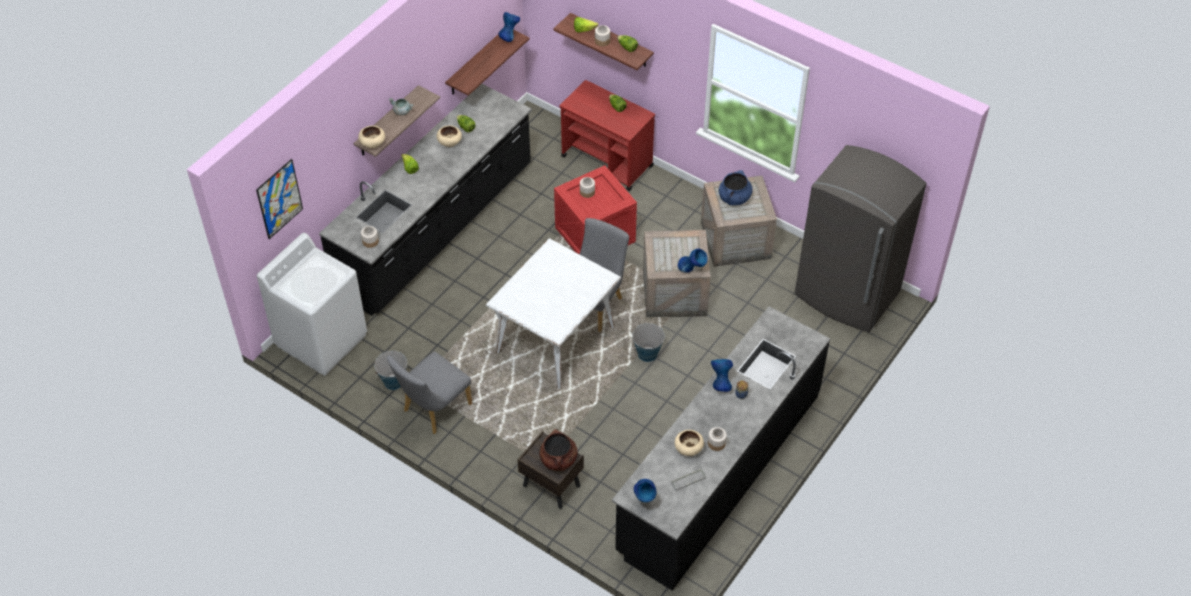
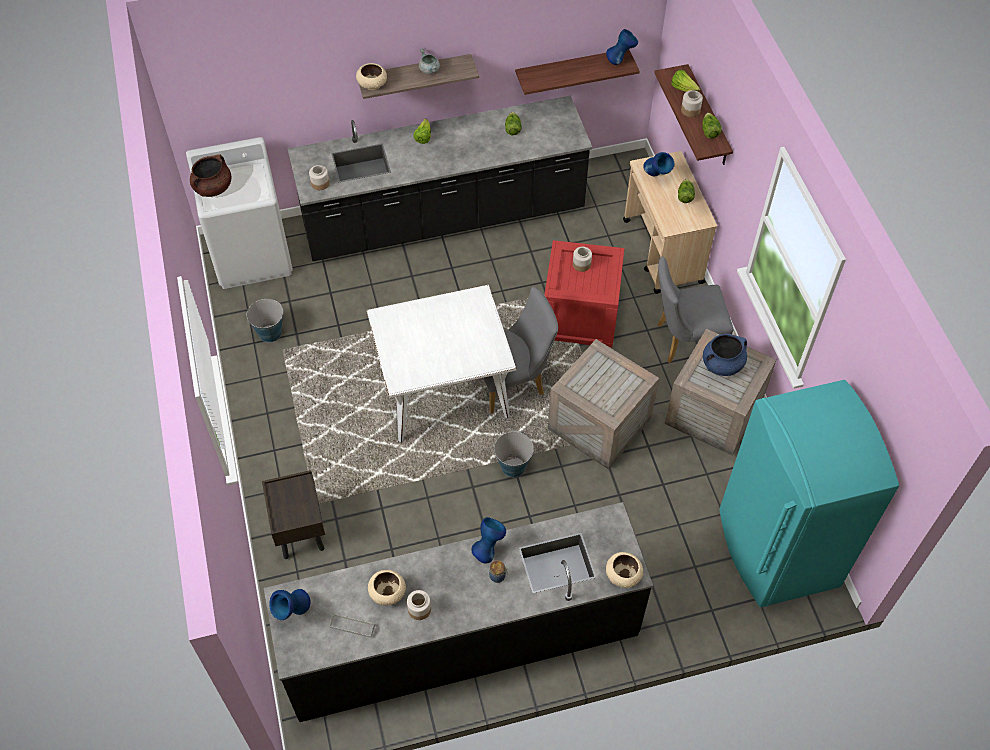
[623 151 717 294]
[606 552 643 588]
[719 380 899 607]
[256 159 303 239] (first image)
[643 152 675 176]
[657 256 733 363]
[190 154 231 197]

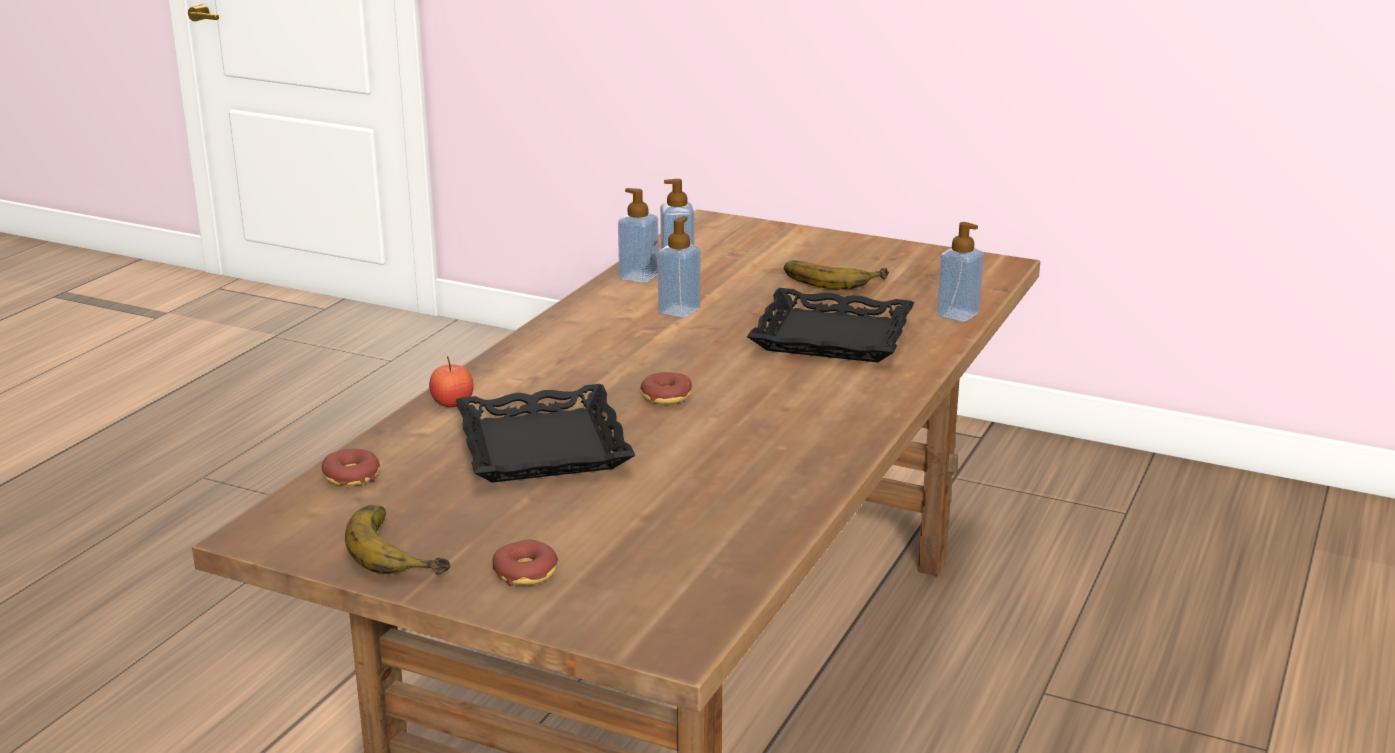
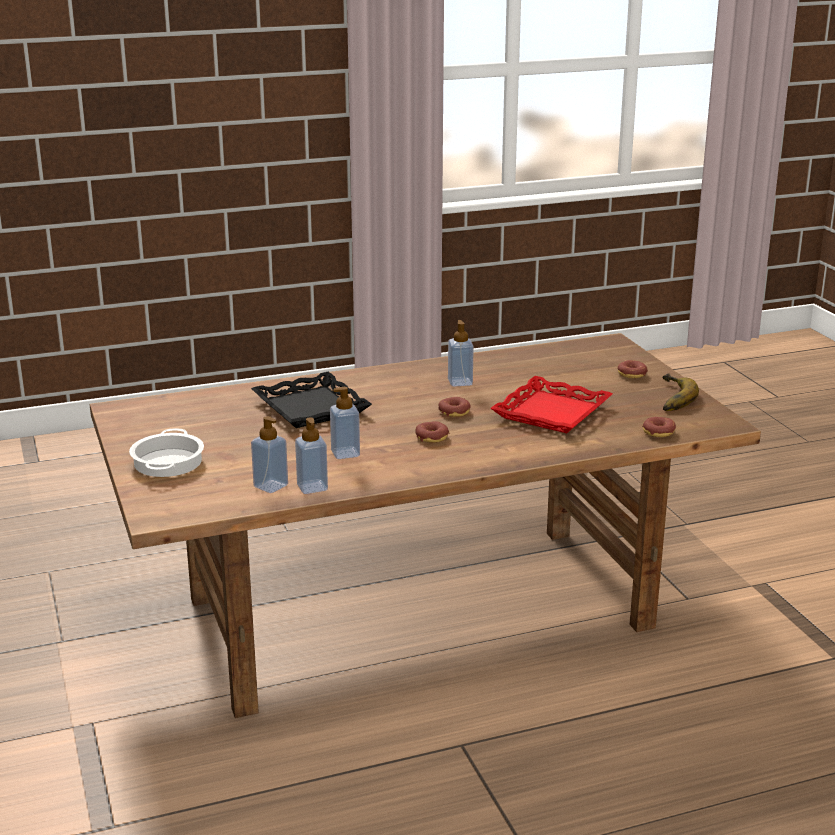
[448 320 474 387]
[784 260 889 289] (first image)
[429 356 474 407] (first image)
[490 376 613 433]
[416 421 449 443]
[129 429 204 477]

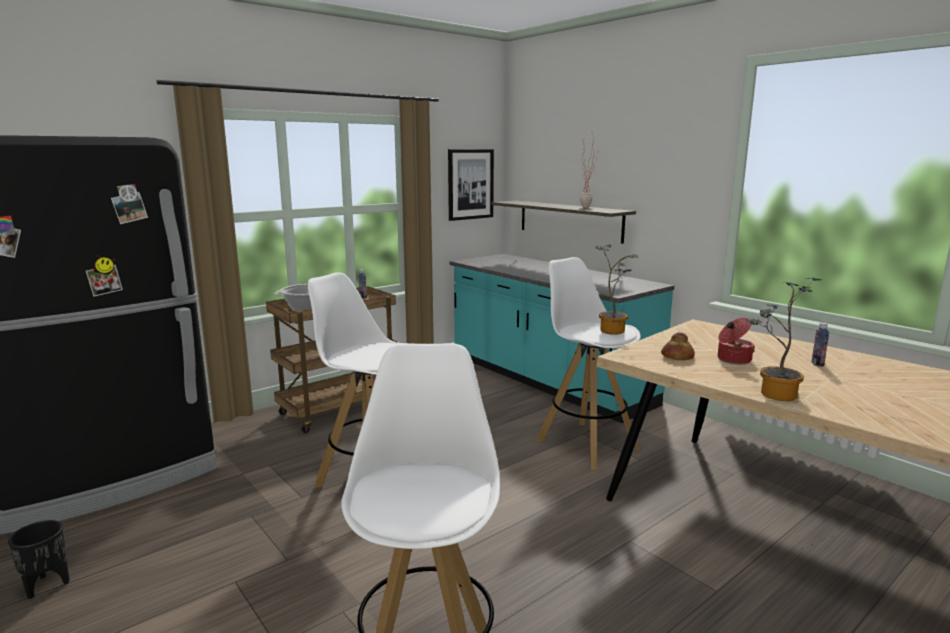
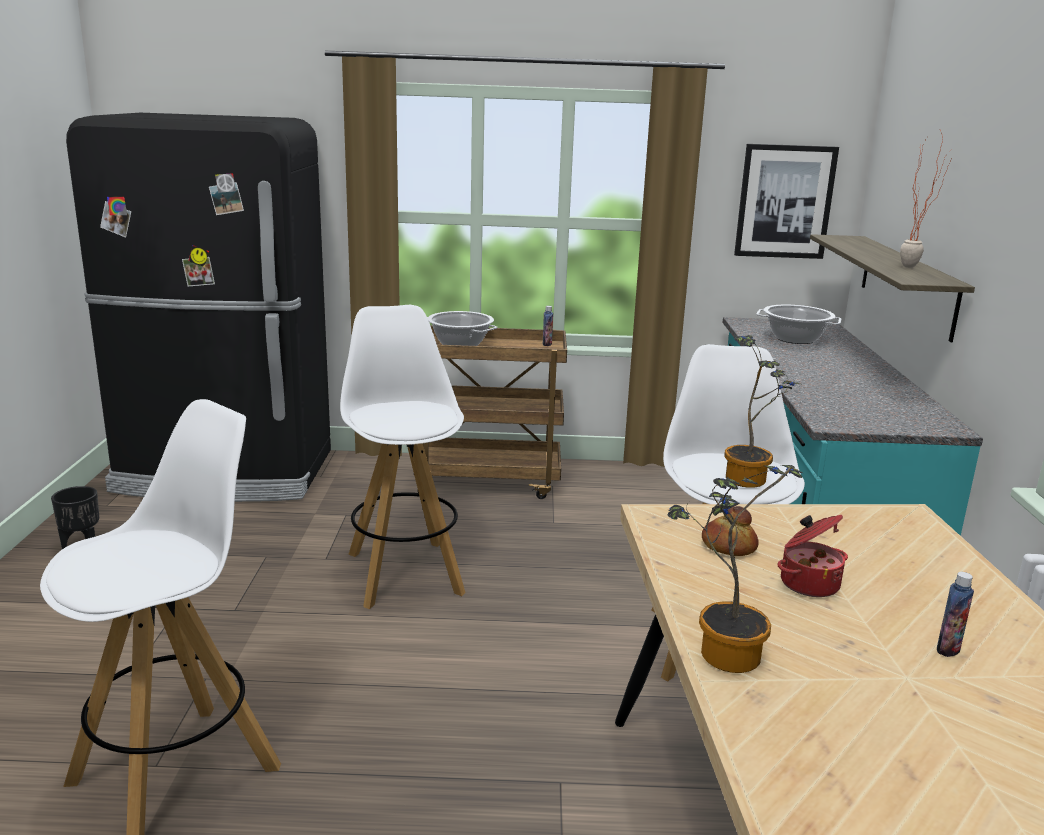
[756 305 841 344]

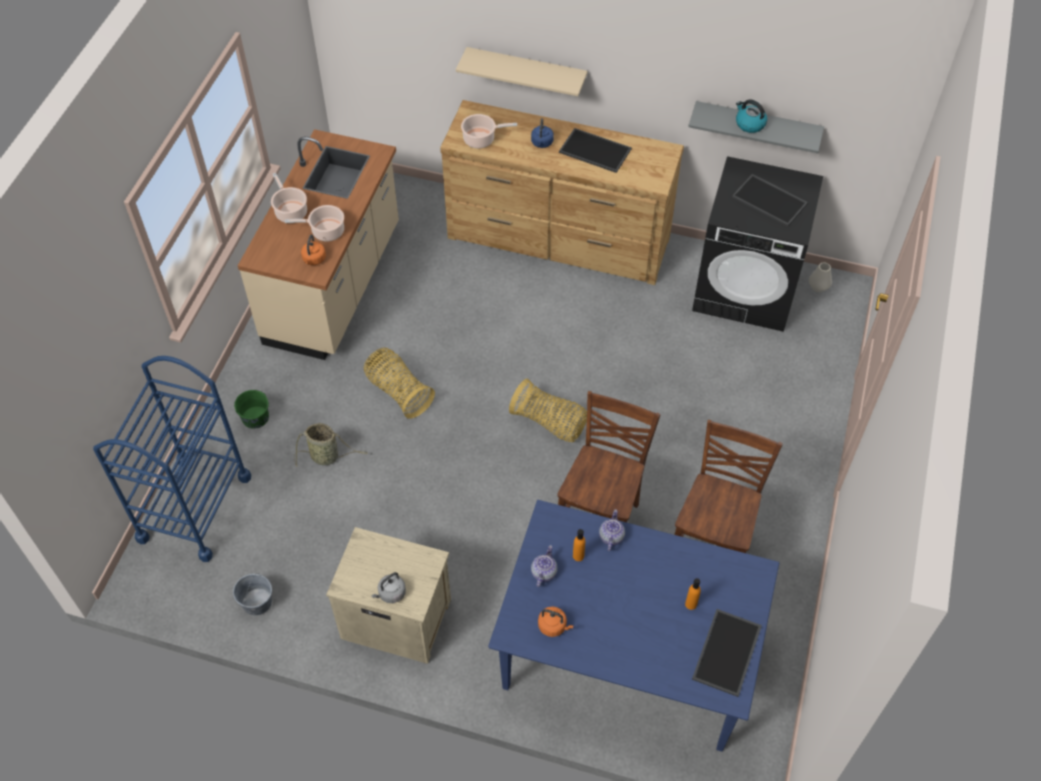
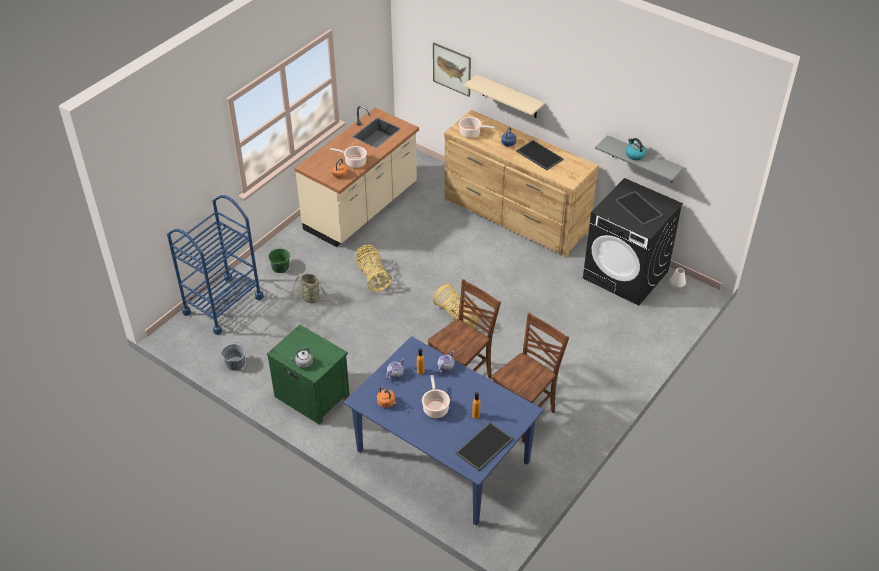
[422 375 450 418]
[267 325 350 424]
[433 43 471 97]

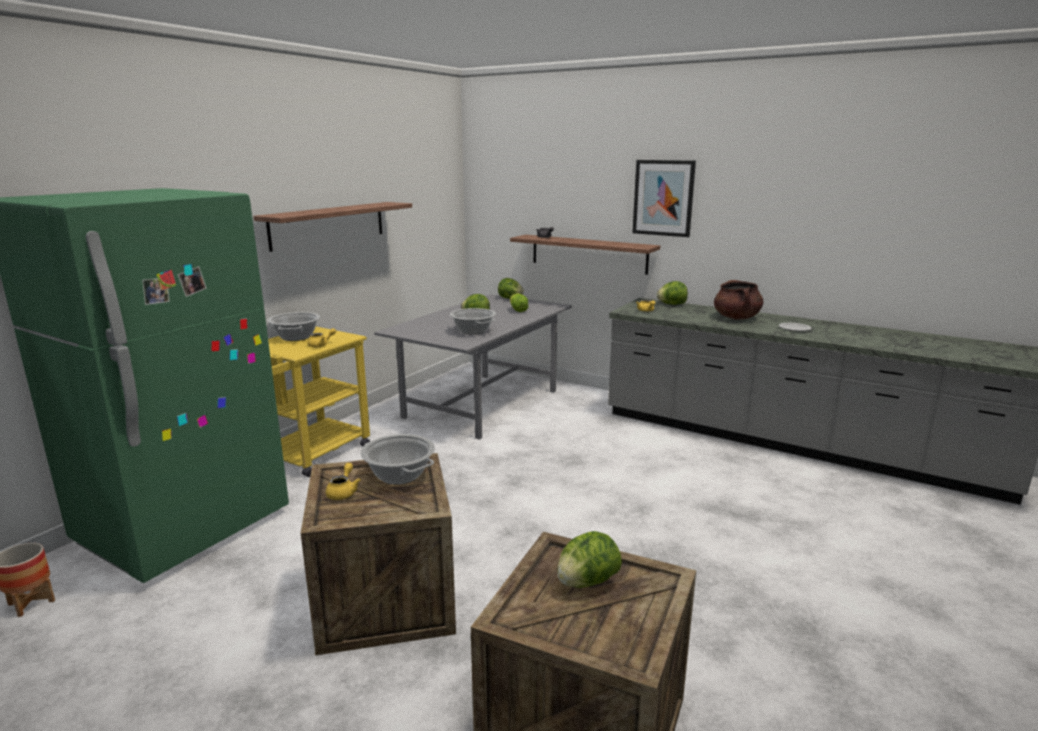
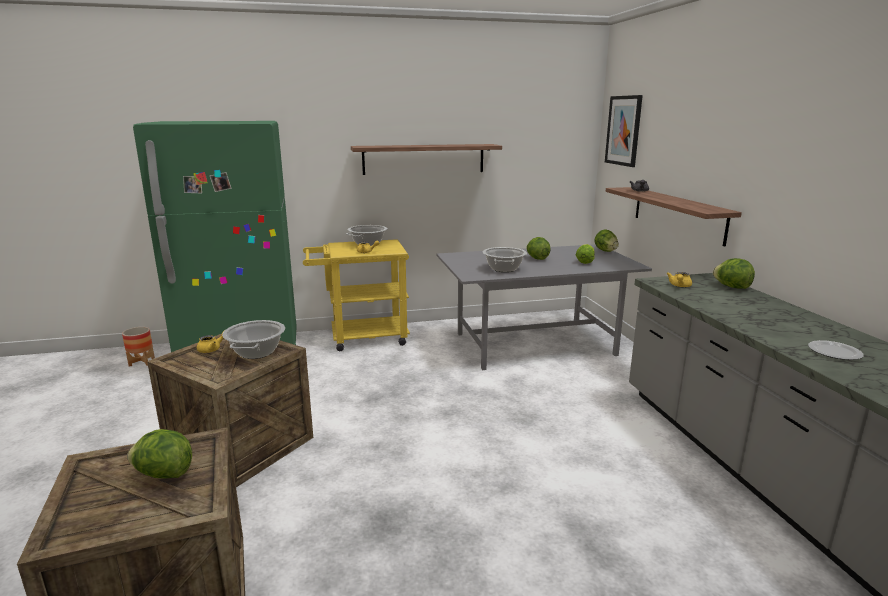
[605 95 643 167]
[714 280 763 319] (first image)

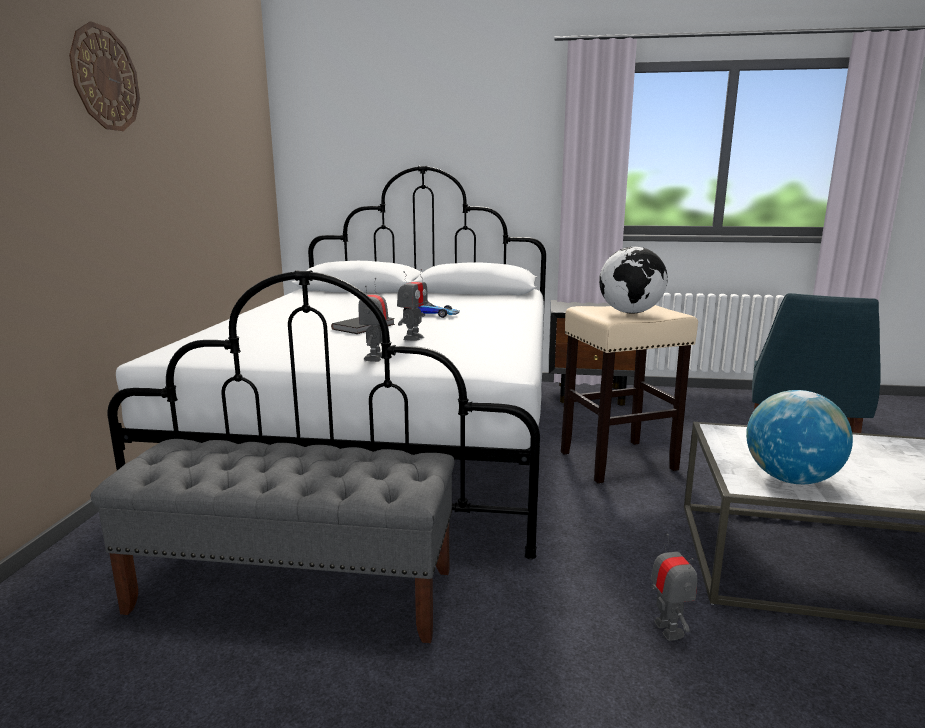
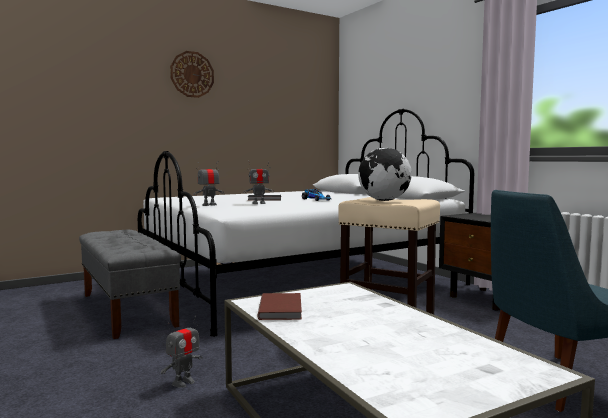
[257 293 302 320]

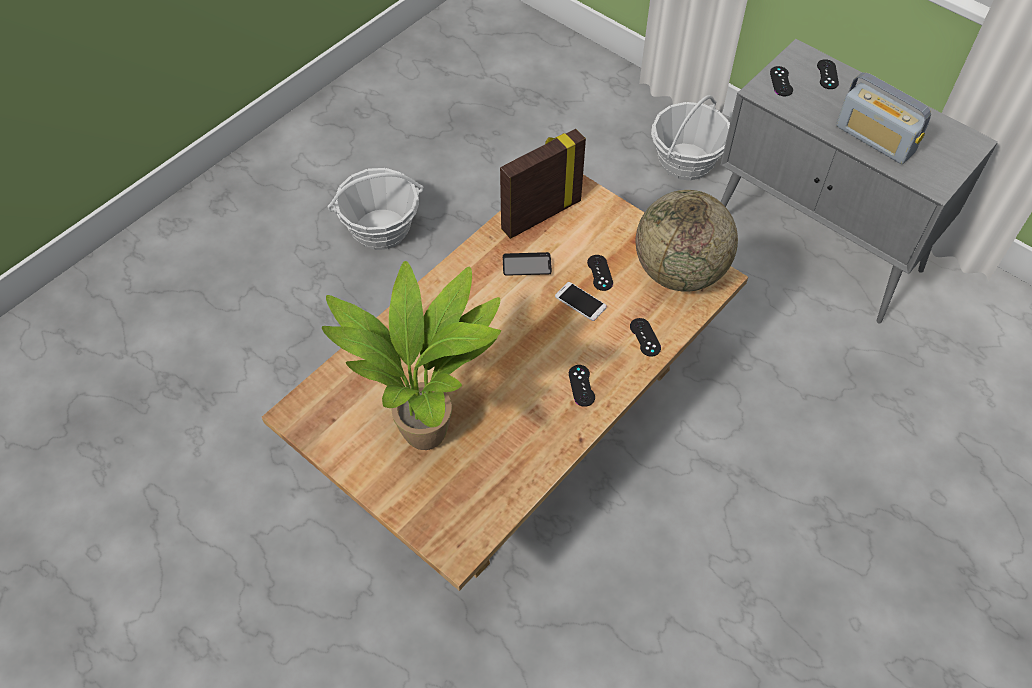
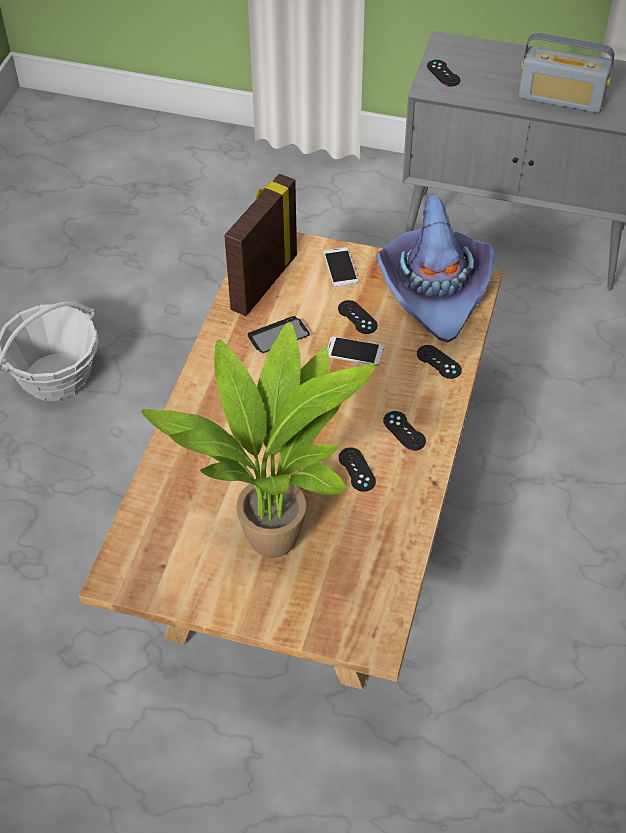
[339 448 376 492]
[651 95 730 180] (first image)
[376 194 494 343]
[323 247 358 287]

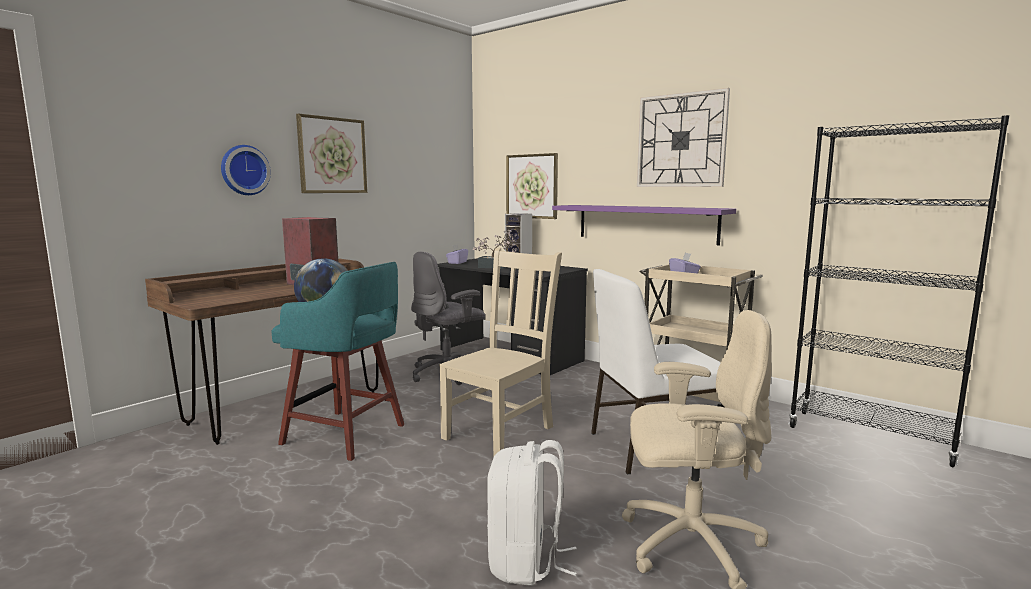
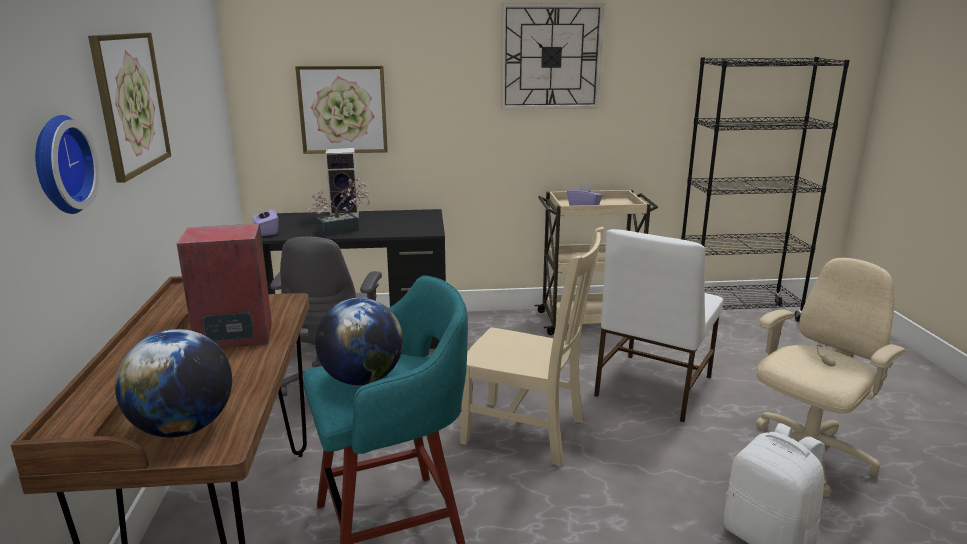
[552 205 736 246] (first image)
[460 227 604 467]
[115 329 232 438]

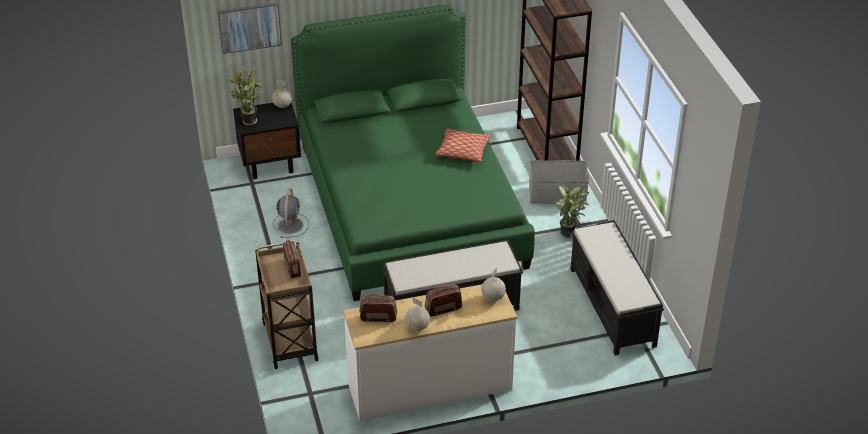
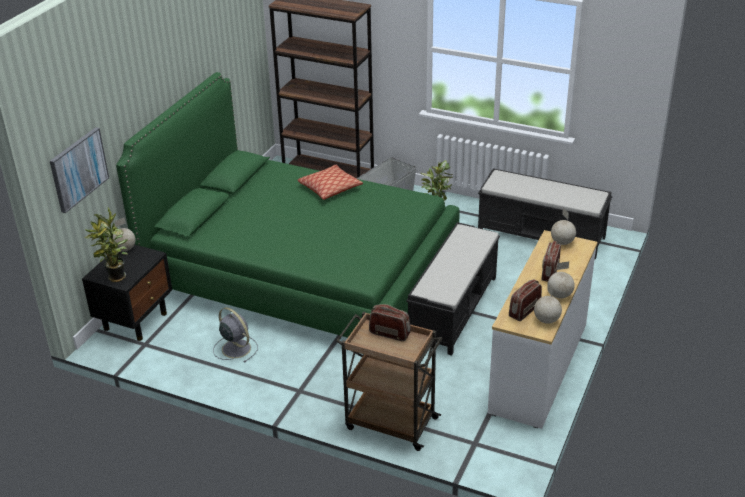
[534 284 562 324]

